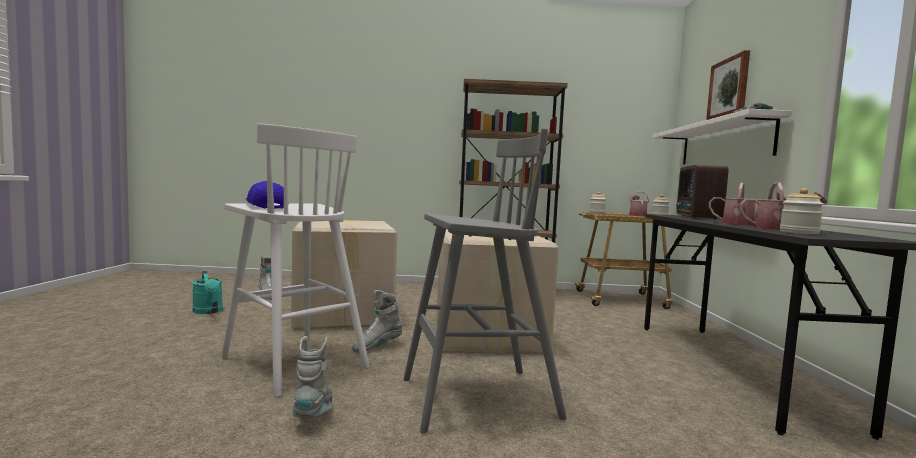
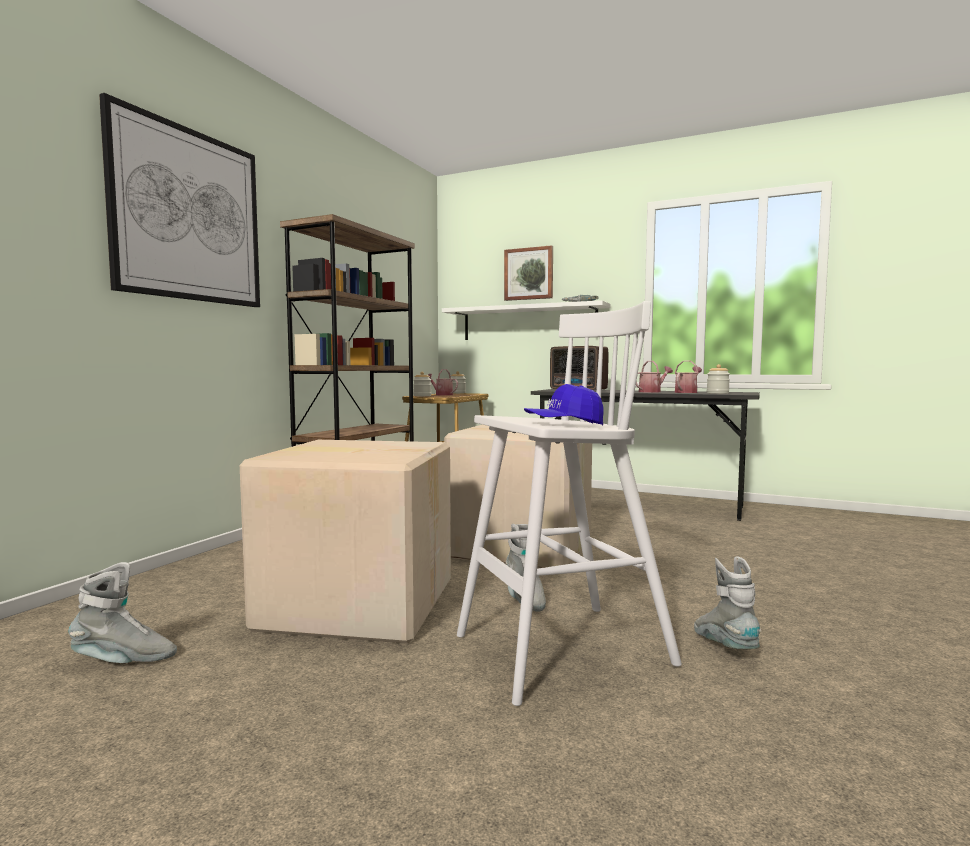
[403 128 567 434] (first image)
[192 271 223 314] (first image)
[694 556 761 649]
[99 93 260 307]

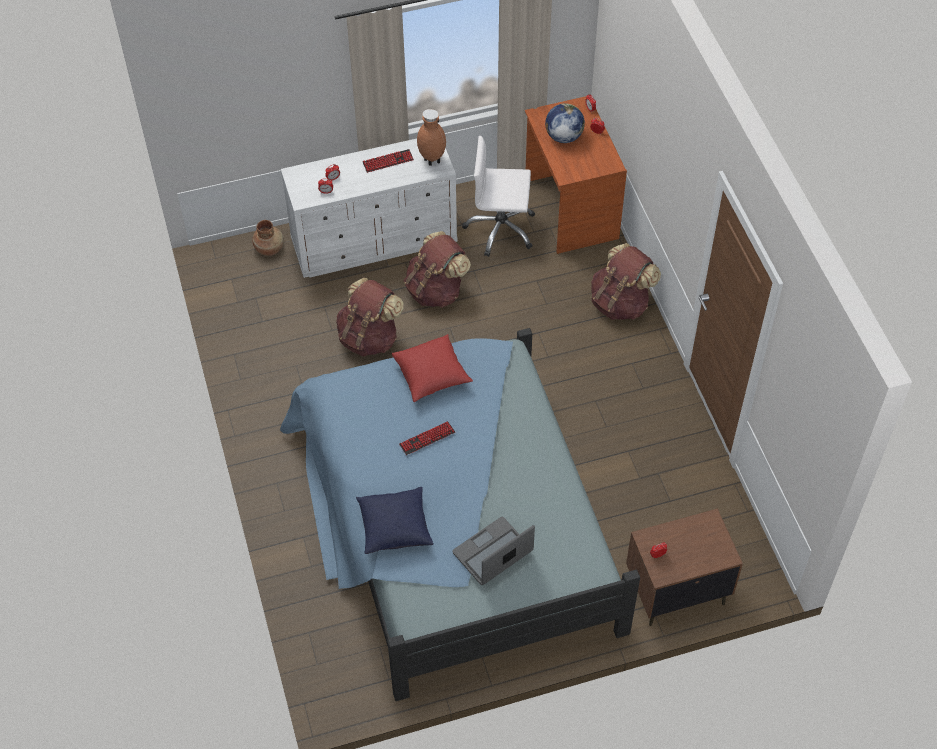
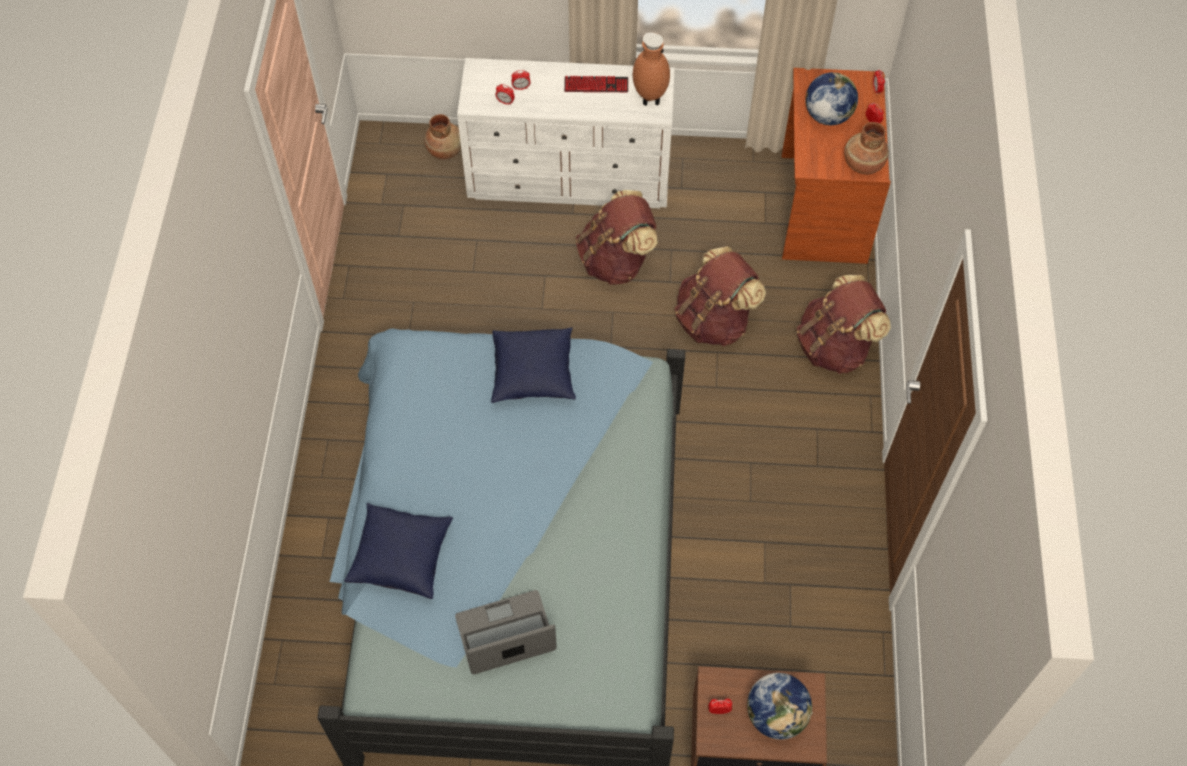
[462 136 535 257] (first image)
[674 246 766 347]
[491 328 576 403]
[399 421 455 455] (first image)
[844 122 889 174]
[747 673 813 740]

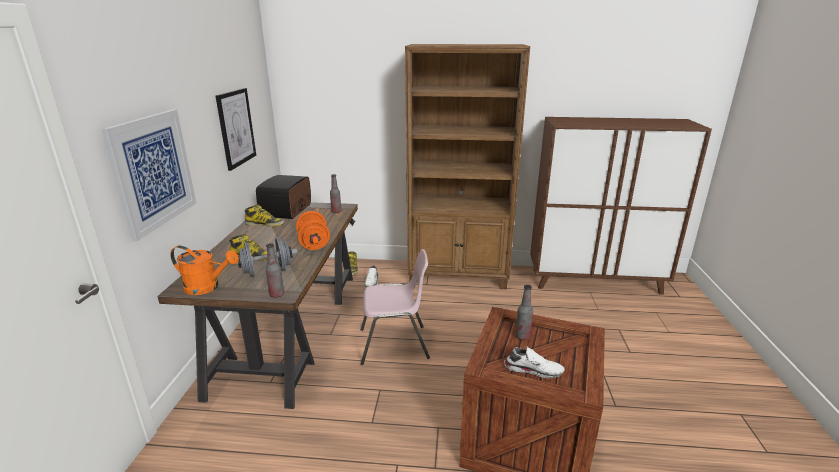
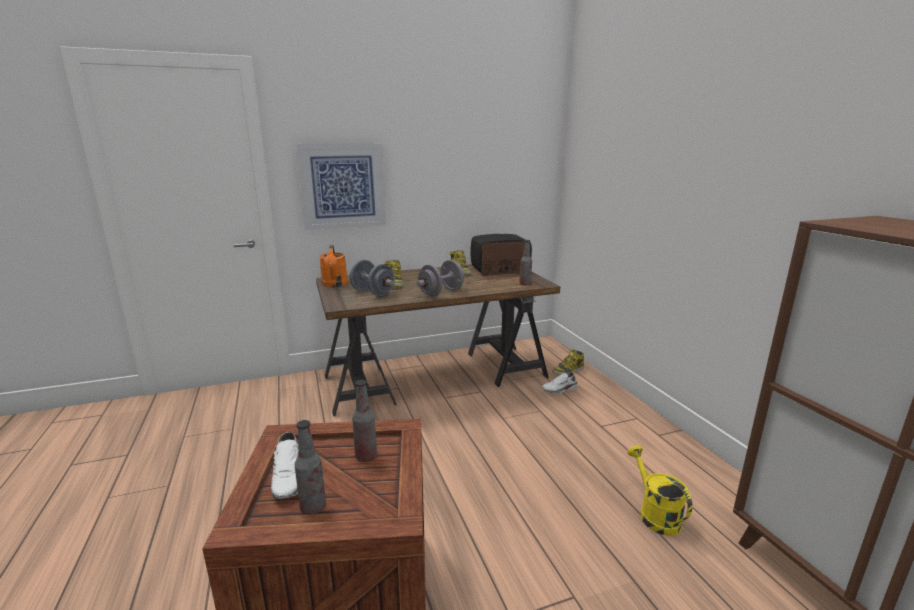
[405 44 530 289] (first image)
[216 88 256 171] (first image)
[417 260 464 297]
[295 420 326 514]
[361 249 430 365] (first image)
[627 446 692 536]

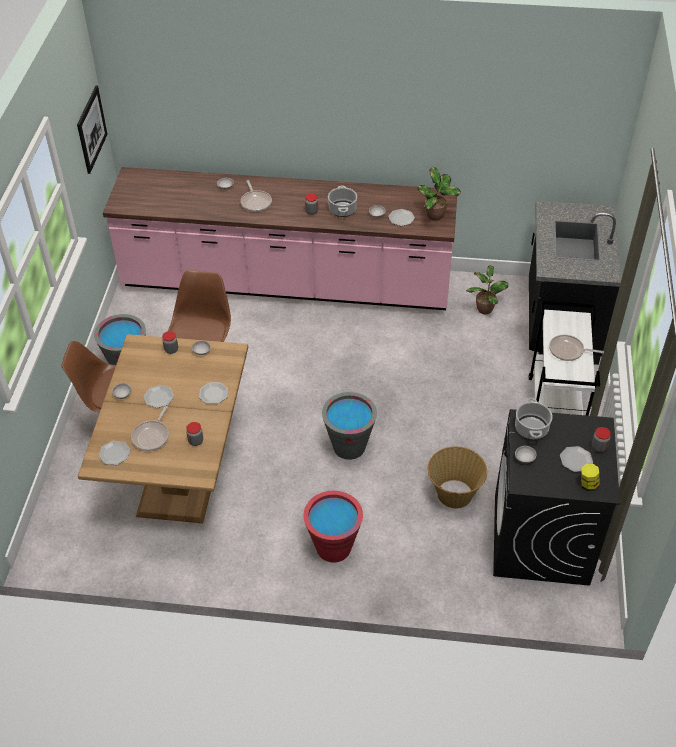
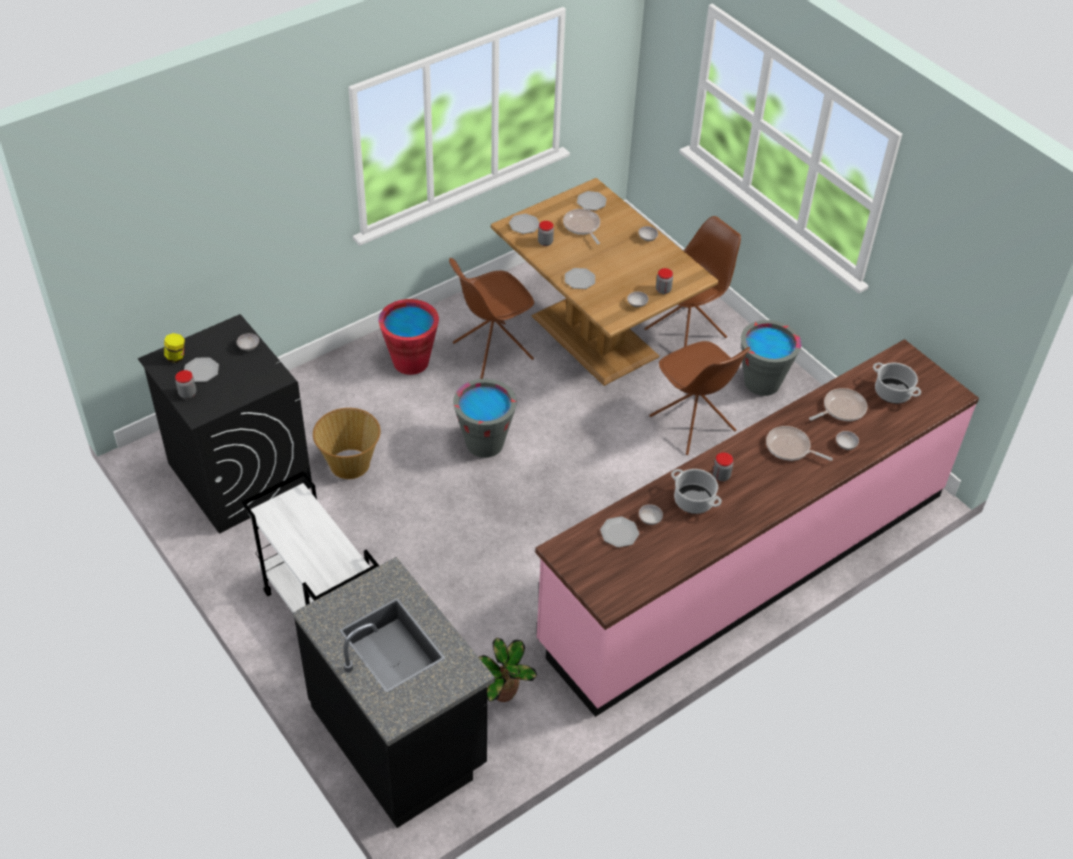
[77 85 107 174] (first image)
[417 167 461 221] (first image)
[809 388 867 421]
[509 214 539 234]
[873 363 921 404]
[449 258 534 379]

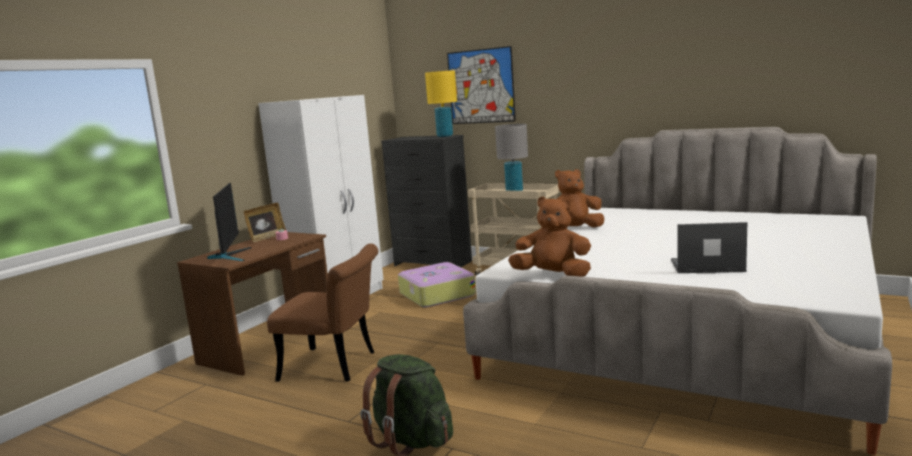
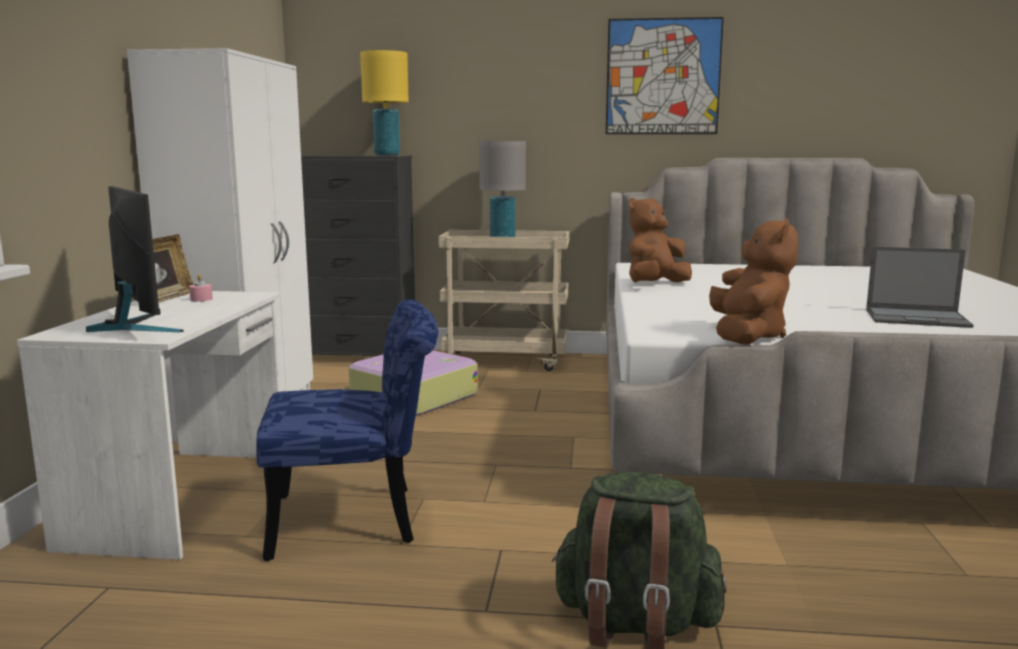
[606 17 724 134]
[709 217 798 345]
[866 247 974 328]
[17 291 281 560]
[256 299 439 561]

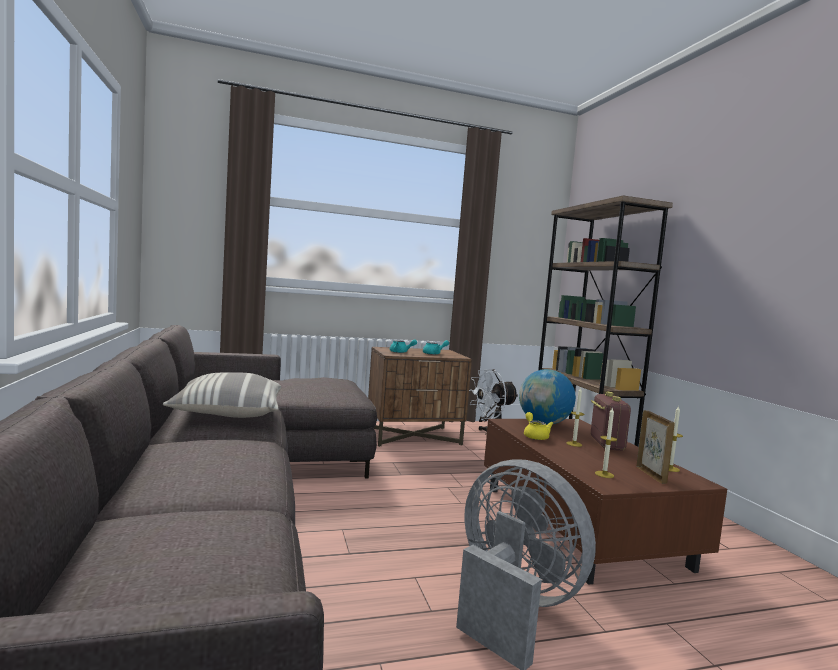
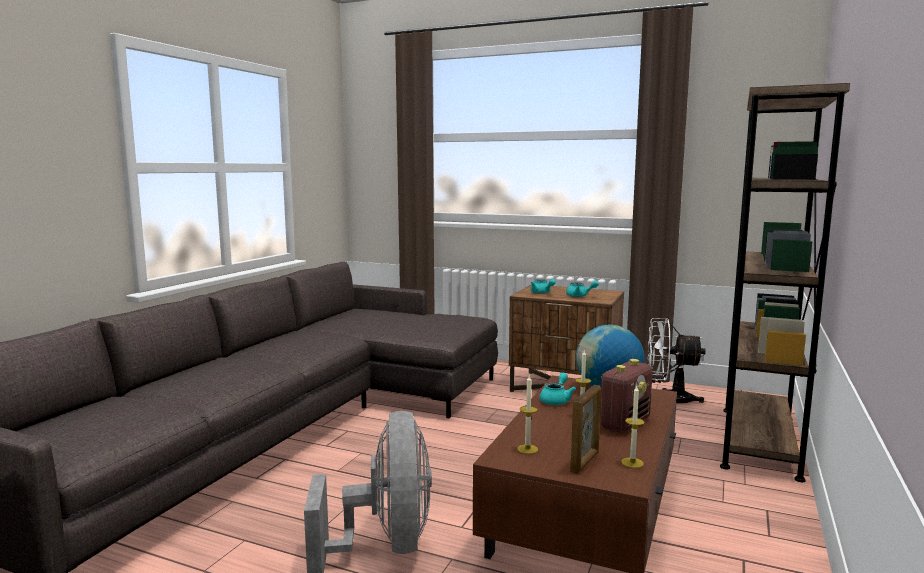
[163 372 281 418] (first image)
[540 373 576 405]

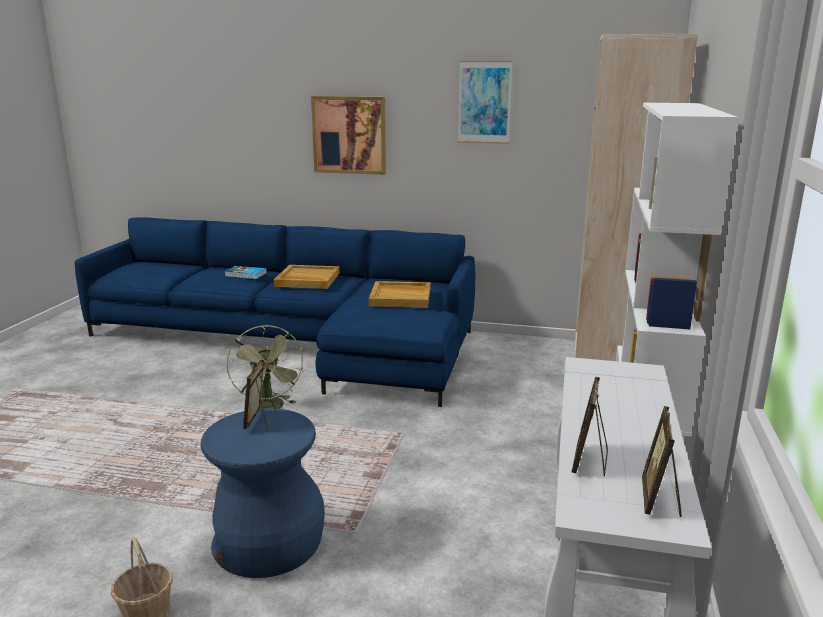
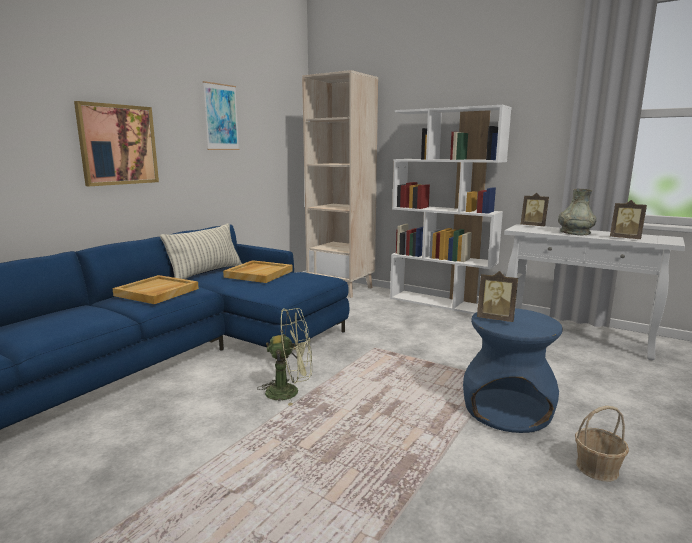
[225 266 267 279] (first image)
[521 193 549 226]
[558 189 596 235]
[160 223 242 279]

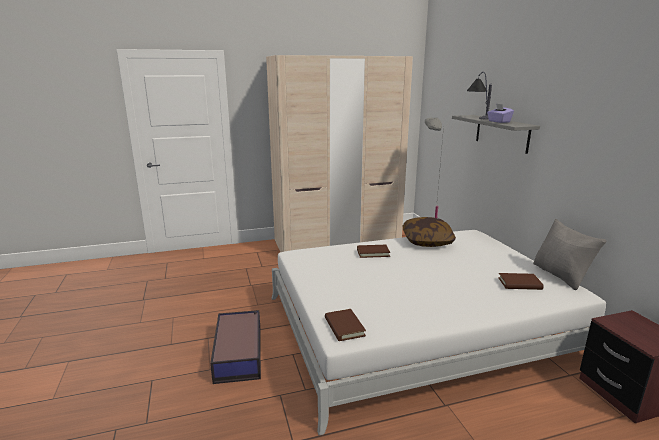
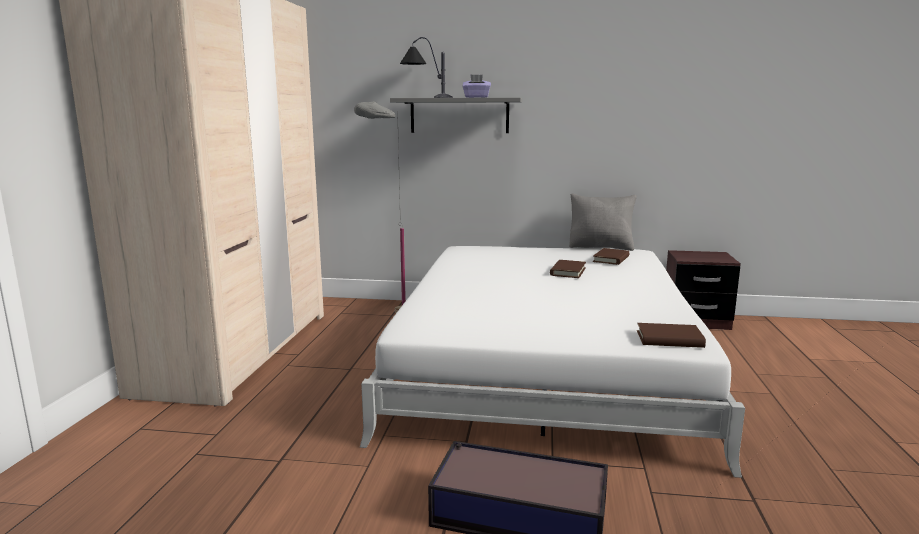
[403 217 456 247] (first image)
[550 260 586 278]

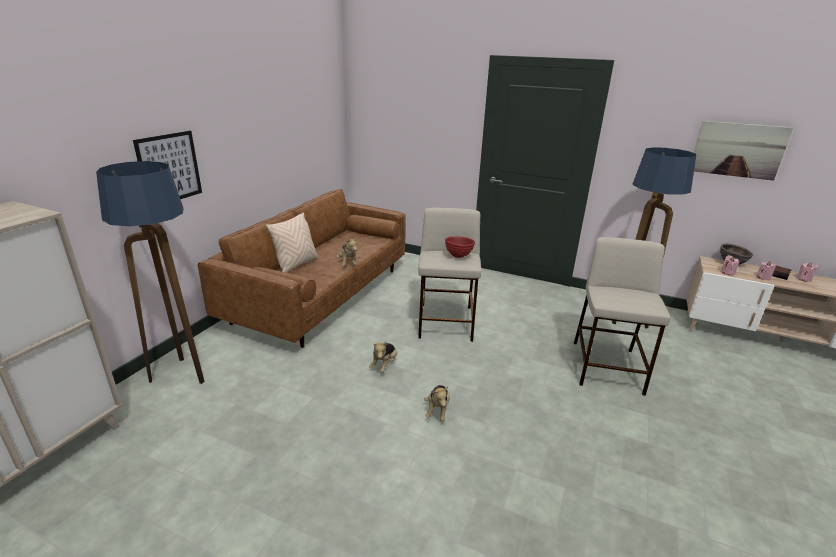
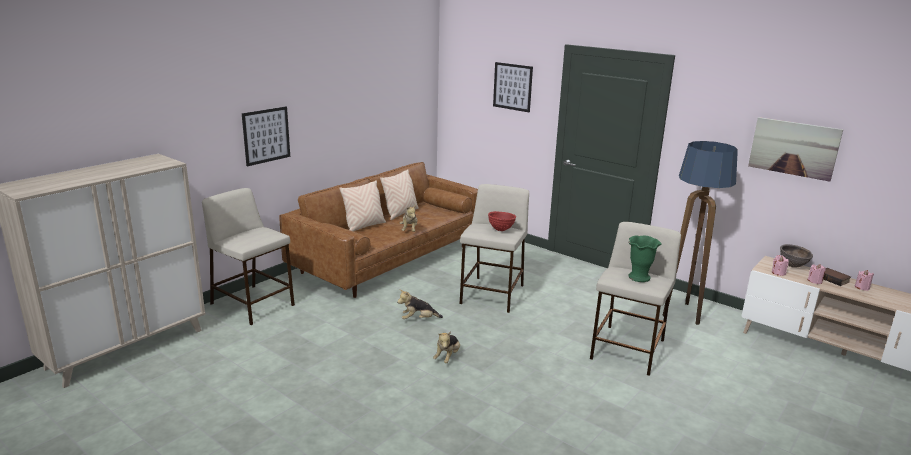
[202 188 295 325]
[397 289 443 319]
[493 62 533 112]
[380 169 419 220]
[628 235 662 282]

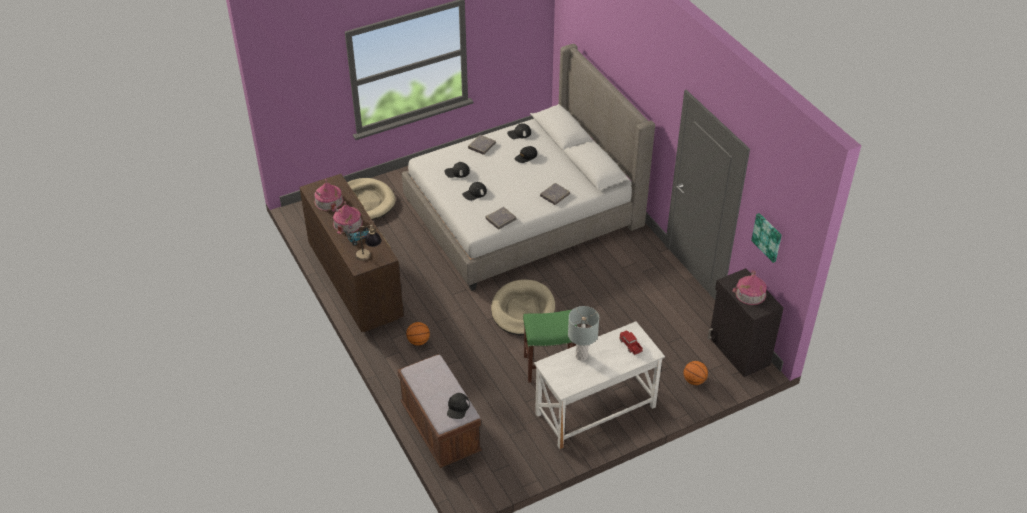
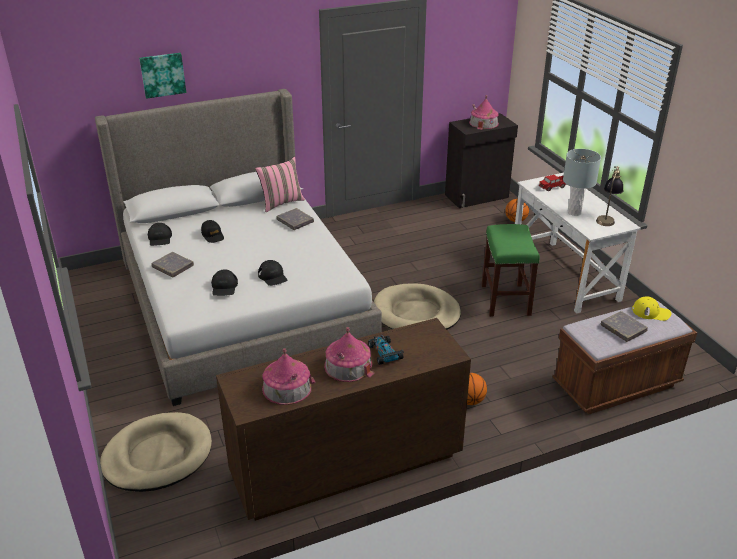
[601 311 648 342]
[139 53 186 99]
[596 166 624 226]
[632 297 672 321]
[255 157 305 212]

